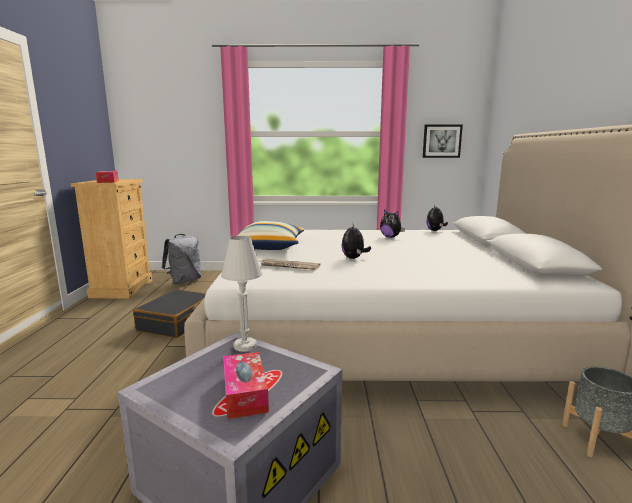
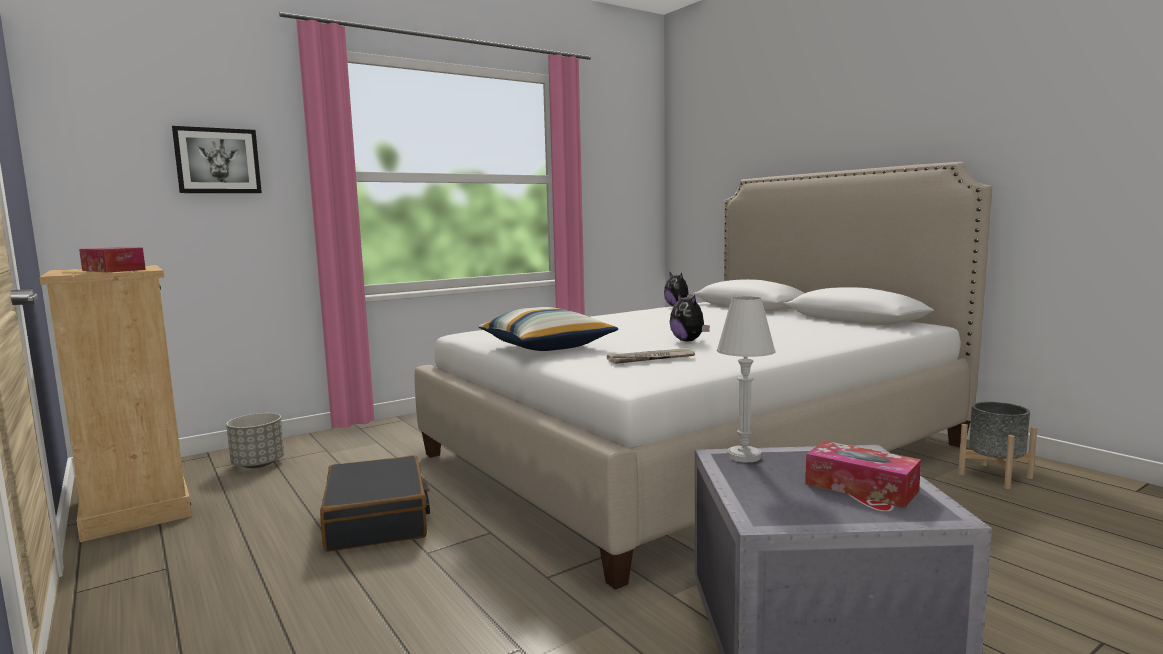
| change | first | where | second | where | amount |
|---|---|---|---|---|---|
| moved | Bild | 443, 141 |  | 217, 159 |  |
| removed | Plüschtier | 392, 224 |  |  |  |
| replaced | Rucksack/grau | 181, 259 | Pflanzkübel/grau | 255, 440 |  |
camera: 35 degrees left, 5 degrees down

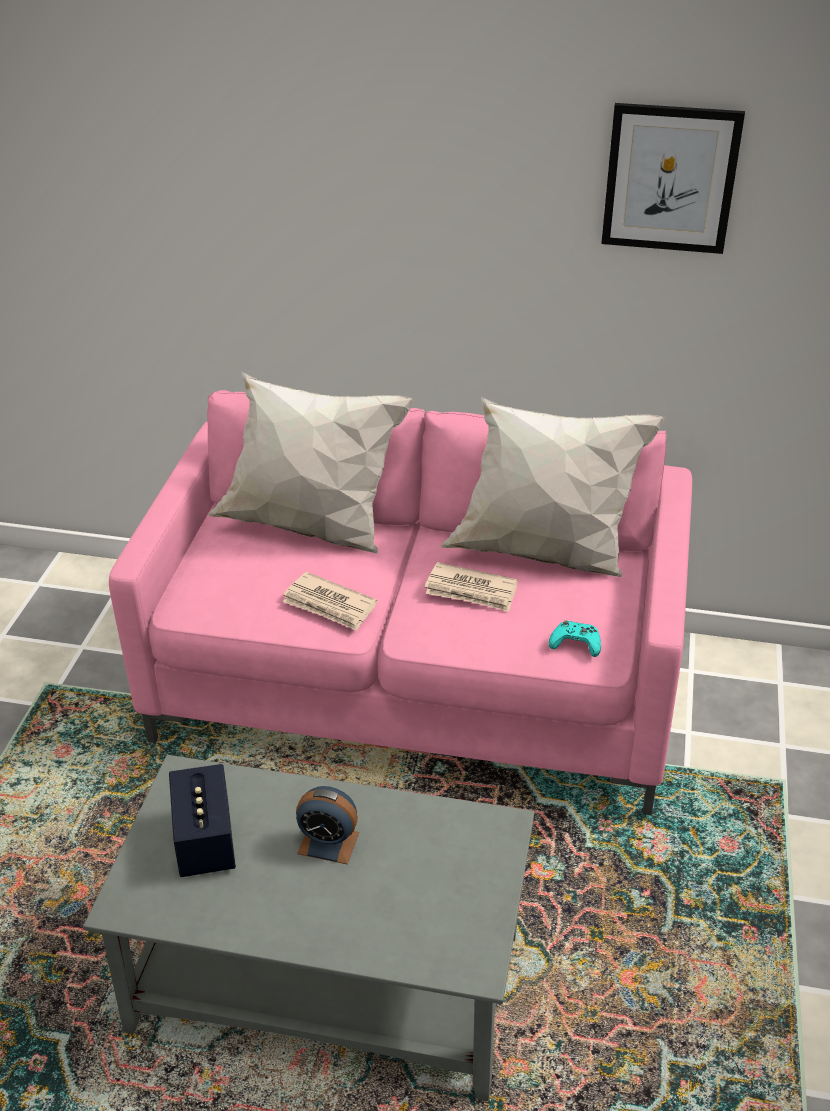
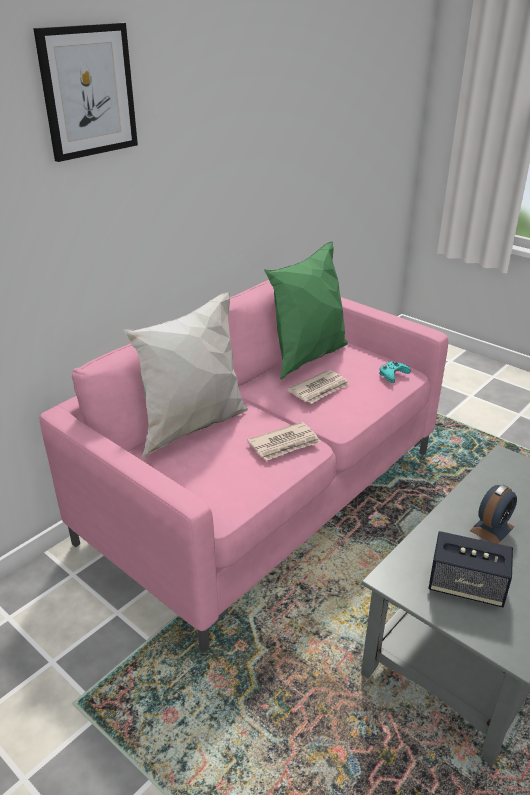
| change | first | where | second | where | amount |
|---|---|---|---|---|---|
| moved | Bild | 673, 178 |  | 85, 92 |  |
| recoloured | Kissen/weiß | 553, 487 | Kissen/grün | 306, 311 |  |
camera: 60 degrees left, 5 degrees down

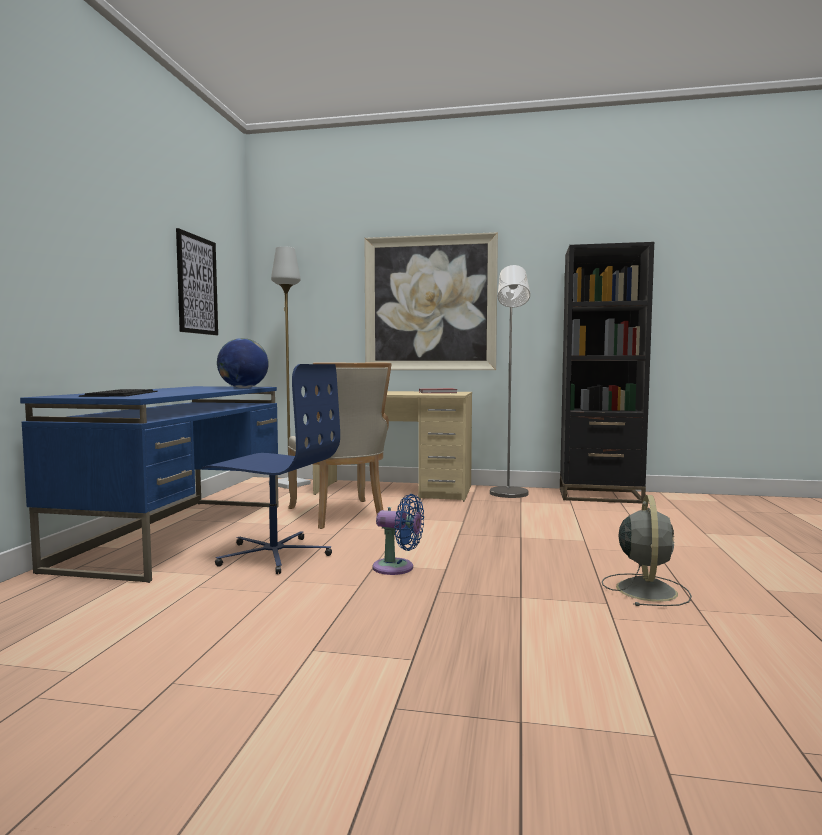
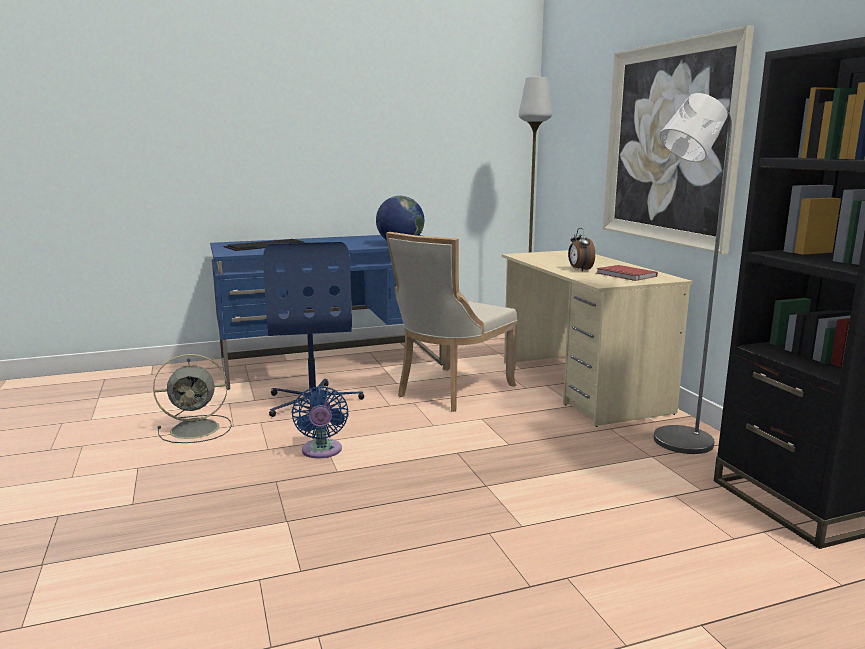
| change | first | where | second | where | amount |
|---|---|---|---|---|---|
| removed | Bild | 197, 281 |  |  |  |
| moved | Ventilator/grau | 647, 550 |  | 192, 398 |  |
| added |  |  | Wecker | 581, 249 |  |
camera: 60 degrees right, 10 degrees up

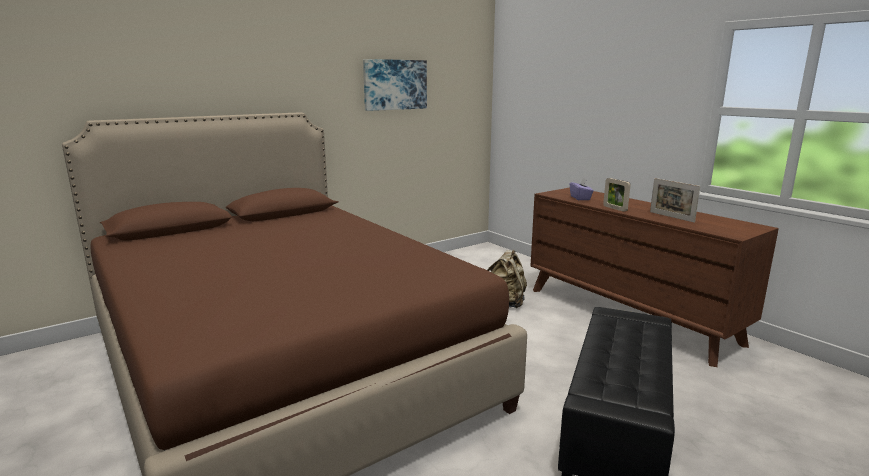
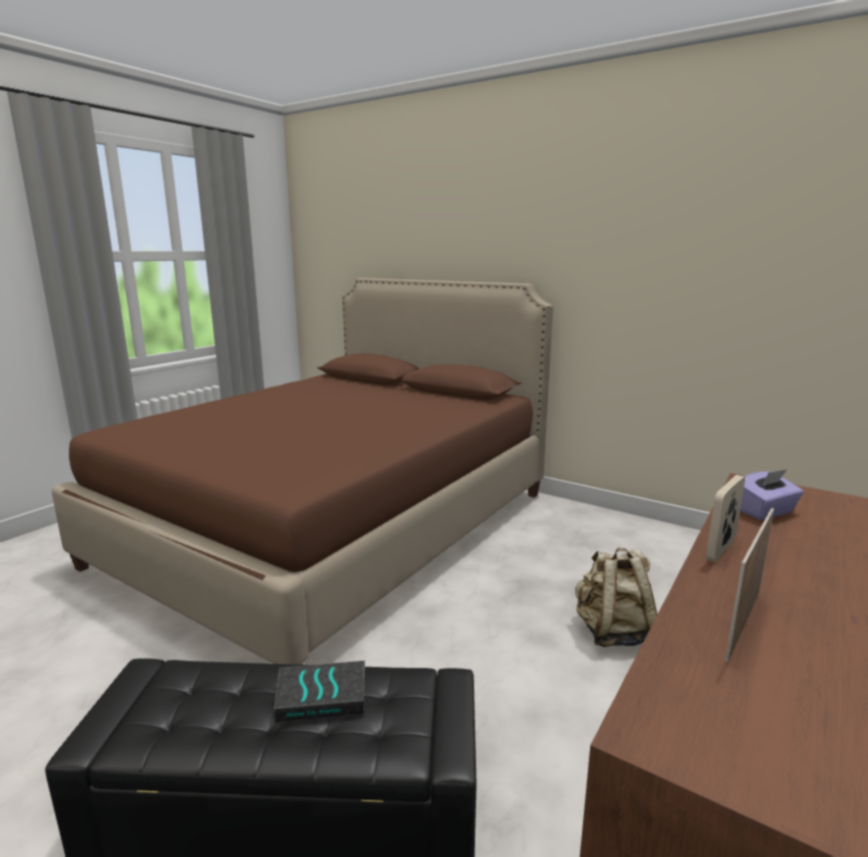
| change | first | where | second | where | amount |
|---|---|---|---|---|---|
| removed | Bild | 395, 85 |  |  |  |
| added |  |  | Buch | 319, 692 |  |
camera: 70 degrees right, 0 degrees up

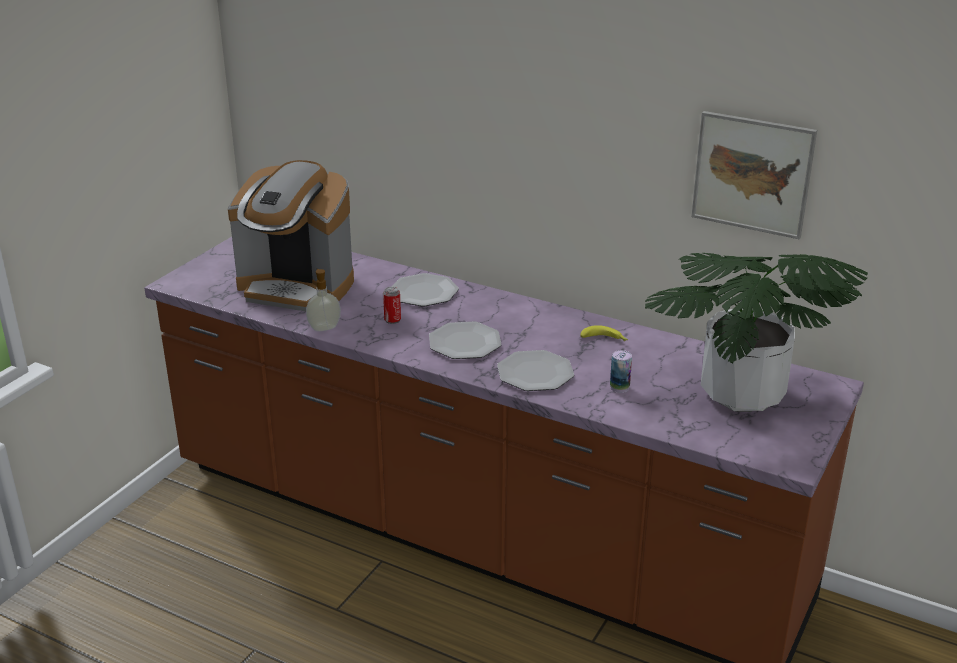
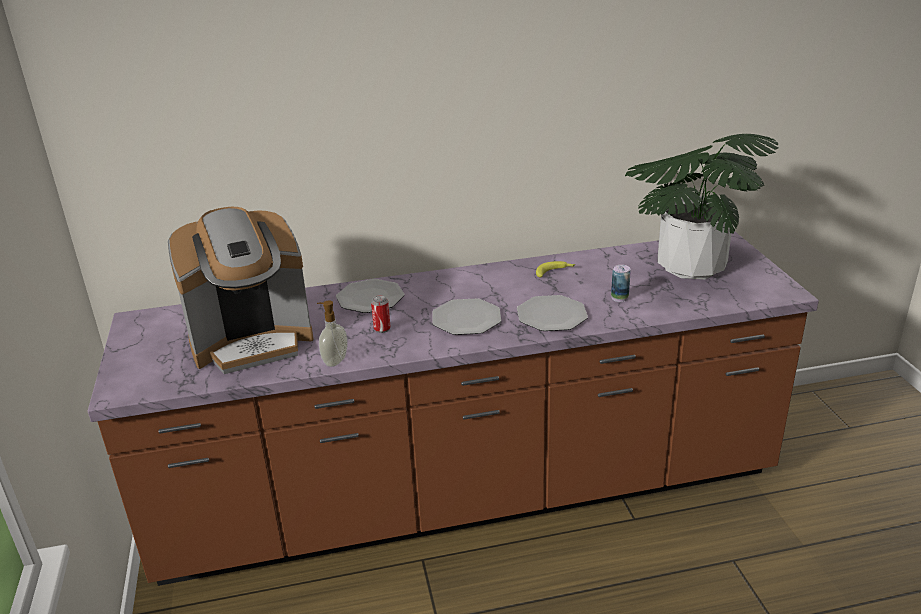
| change | first | where | second | where | amount |
|---|---|---|---|---|---|
| removed | Bild | 754, 175 |  |  |  |
camera: 40 degrees left, 0 degrees up

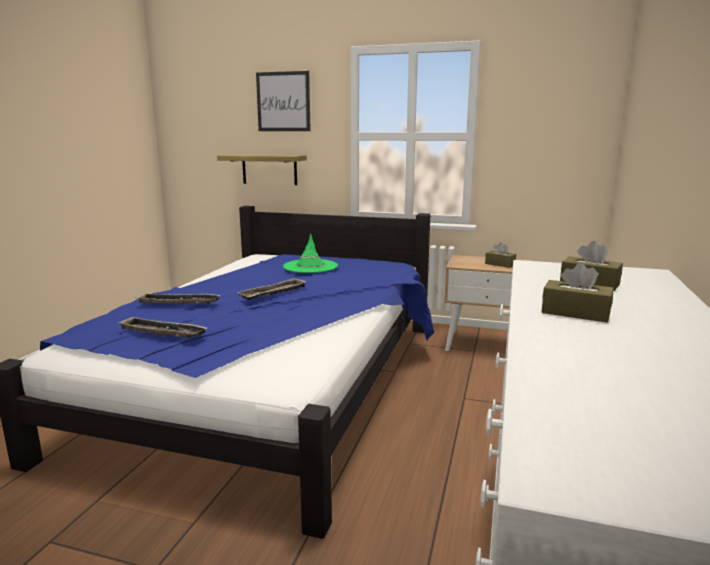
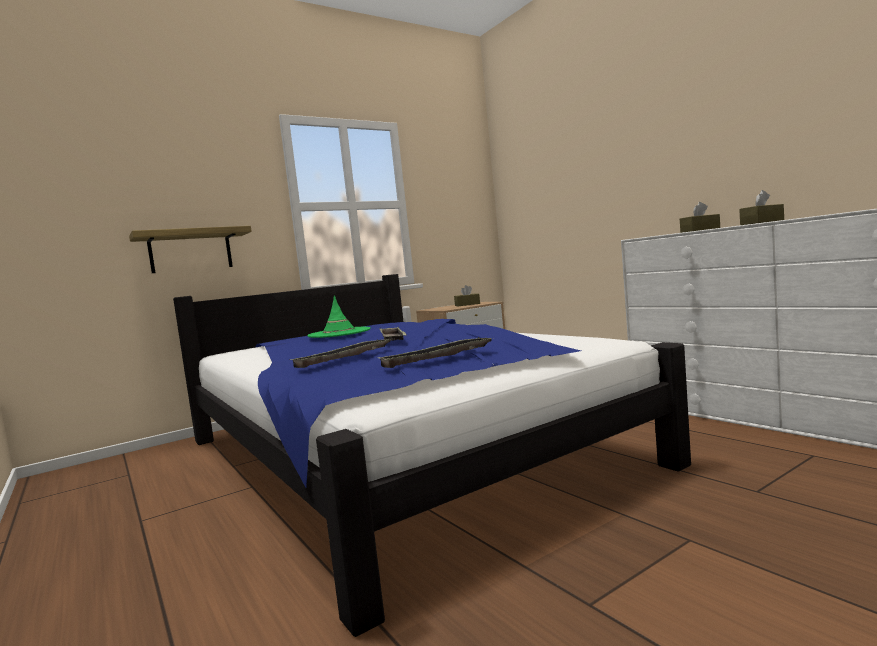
| change | first | where | second | where | amount |
|---|---|---|---|---|---|
| removed | Bild | 283, 101 |  |  |  |
camera: 50 degrees left, 10 degrees down

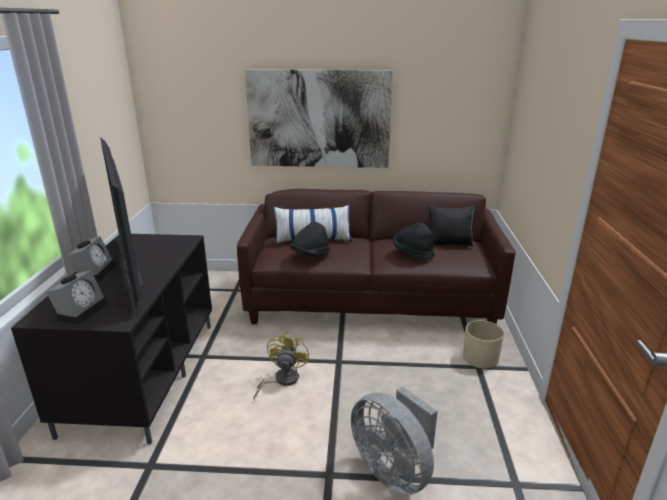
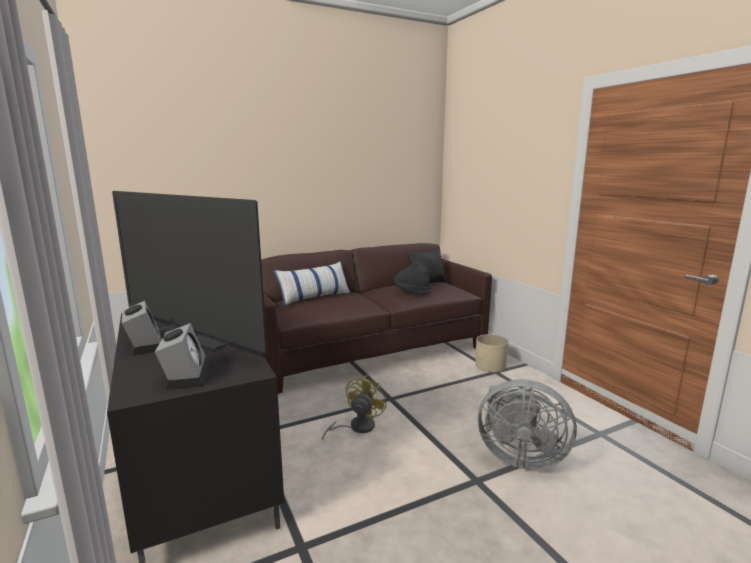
| change | first | where | second | where | amount |
|---|---|---|---|---|---|
| removed | Bild | 319, 118 |  |  |  |
| removed | Hut/schwarz | 310, 239 |  |  |  |
| turned | Ventilator/gelb | 281, 365 |  | 354, 407 | 45 degrees clockwise |
camera: 30 degrees left, 10 degrees down

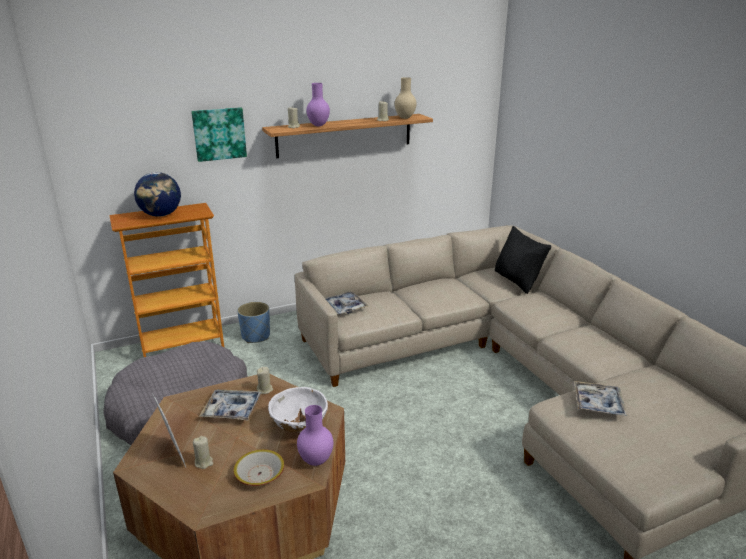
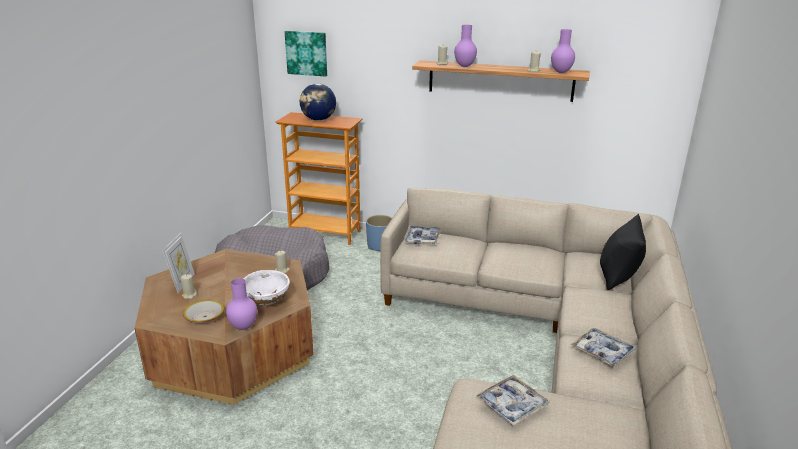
| change | first | where | second | where | amount |
|---|---|---|---|---|---|
| recoloured | Vase/beige | 406, 98 | Vase/lila | 563, 51 |  |
| moved | Bild | 219, 134 |  | 306, 54 |  |
| moved | Tablett | 230, 405 |  | 603, 347 |  |
camera: 40 degrees right, 0 degrees up

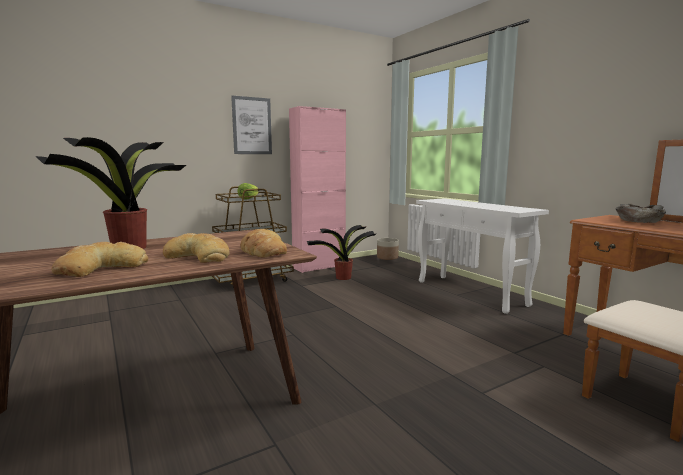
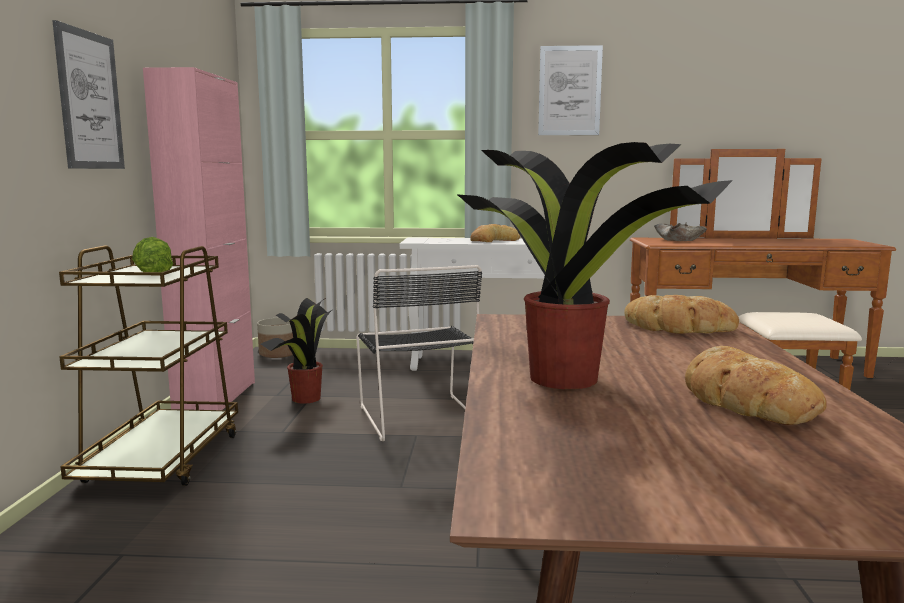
| change | first | where | second | where | amount |
|---|---|---|---|---|---|
| moved | Brot | 196, 248 |  | 495, 233 |  |
| added |  |  | Bild | 570, 90 |  |
| added |  |  | Stuhl/schwarz | 419, 353 |  |
camera: 55 degrees left, 0 degrees up

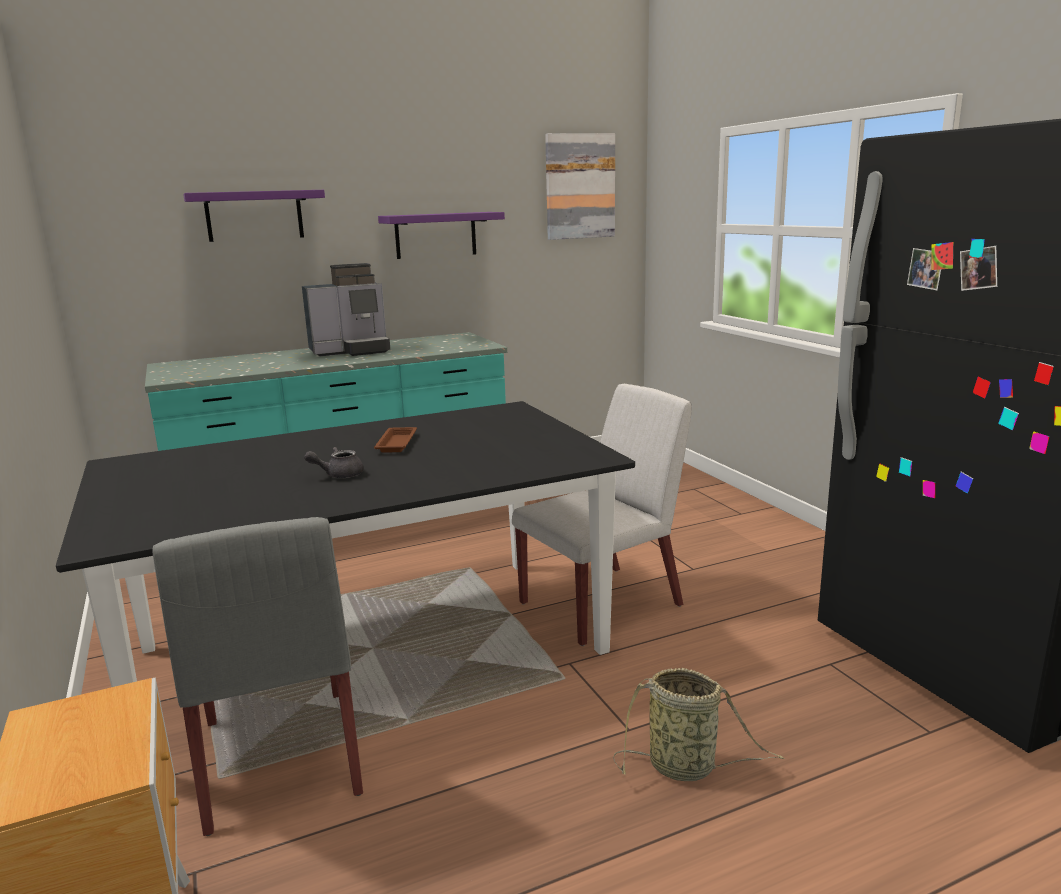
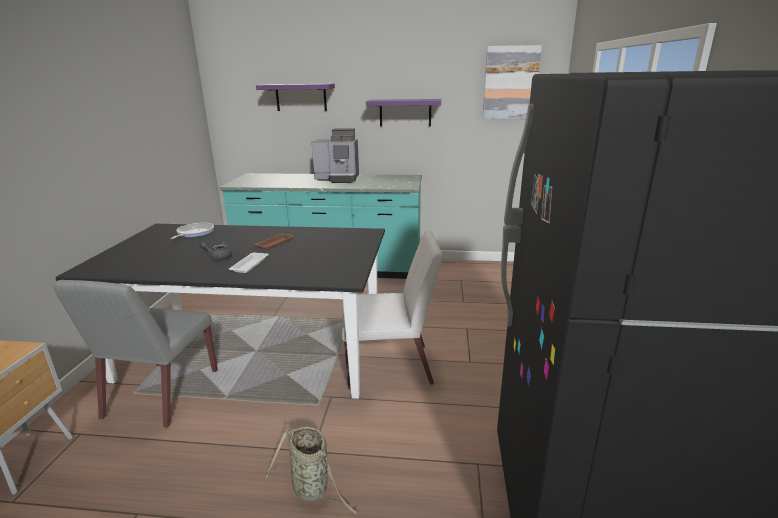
| change | first | where | second | where | amount |
|---|---|---|---|---|---|
| added |  |  | Pfanne | 192, 231 |  |
| added |  |  | Tablett/weiß | 249, 262 |  |
camera: 30 degrees right, 5 degrees up

